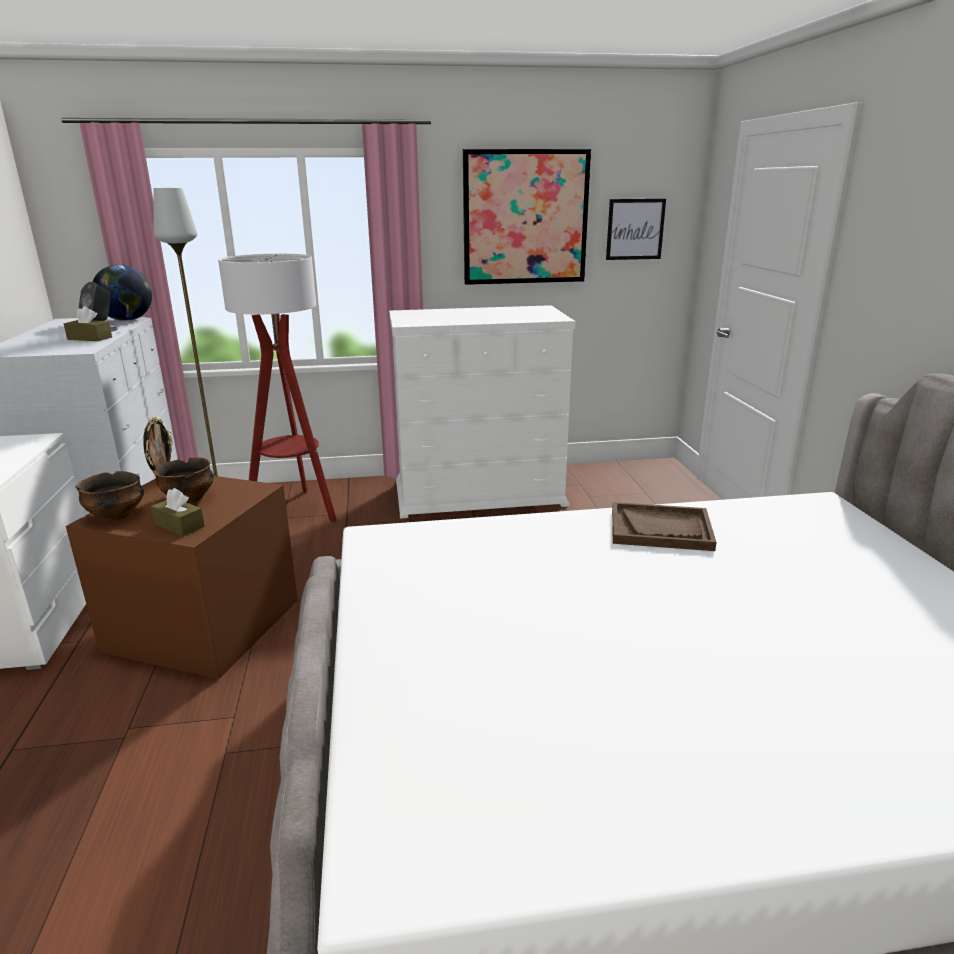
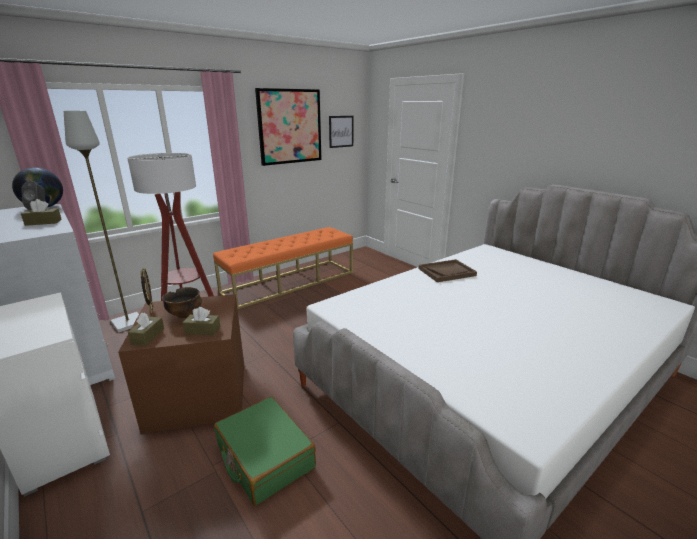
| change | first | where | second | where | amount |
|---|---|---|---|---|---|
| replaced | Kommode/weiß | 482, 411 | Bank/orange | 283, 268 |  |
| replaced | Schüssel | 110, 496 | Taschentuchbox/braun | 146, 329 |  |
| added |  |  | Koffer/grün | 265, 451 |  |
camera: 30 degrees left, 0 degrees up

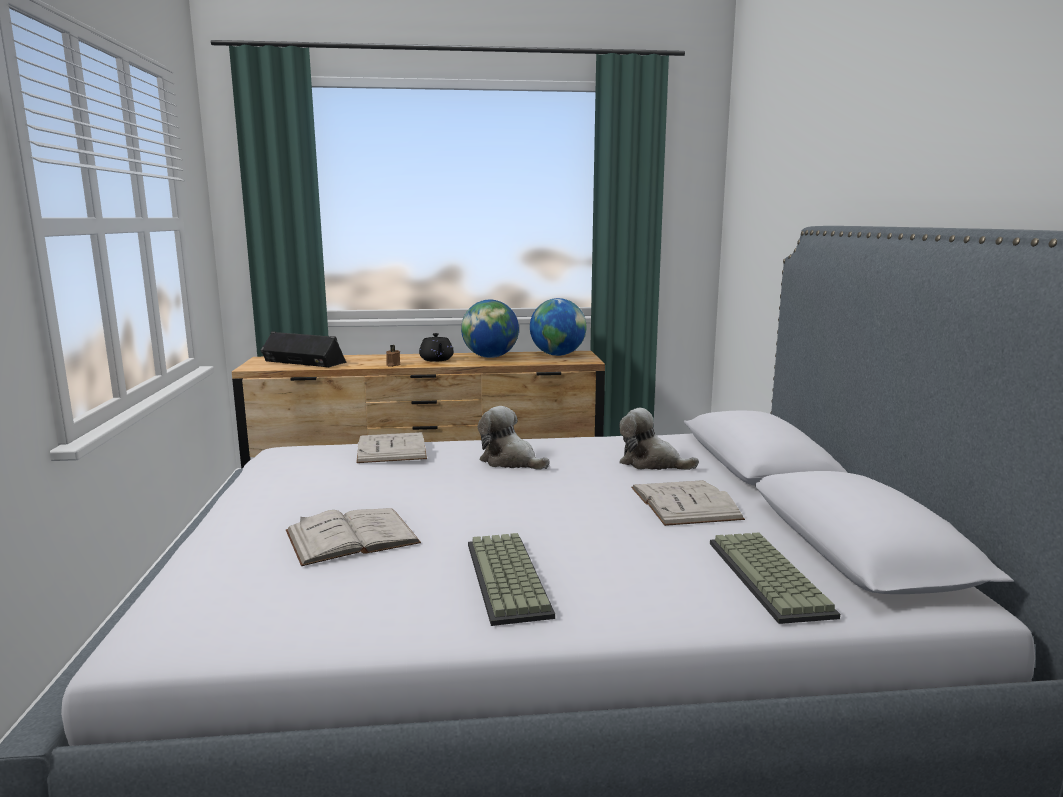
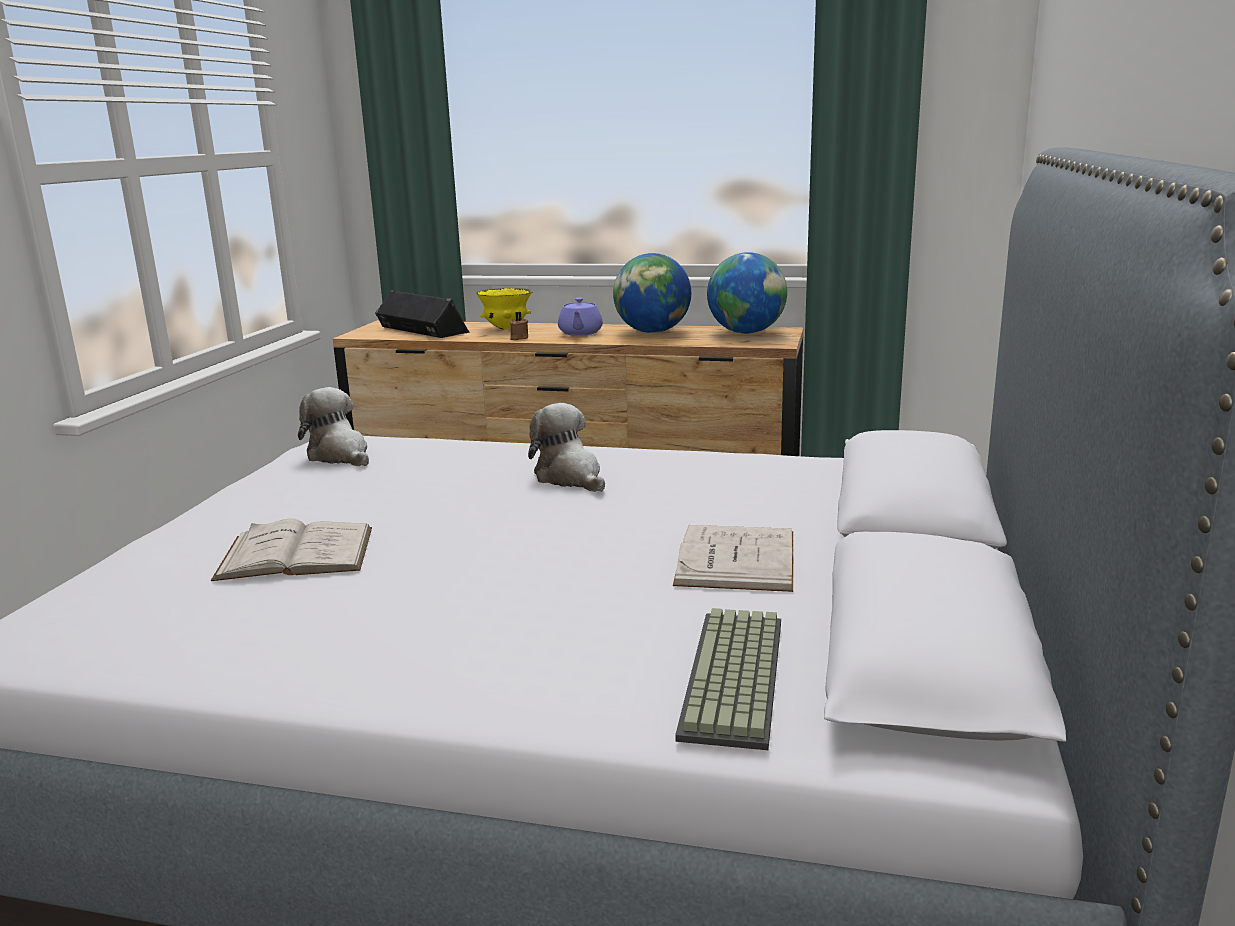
| change | first | where | second | where | amount |
|---|---|---|---|---|---|
| recoloured | Teekanne/schwarz | 436, 347 | Teekanne/lila | 580, 317 |  |
| moved | Plüschtier | 659, 439 |  | 333, 426 |  |
| removed | Buch/weiß | 391, 447 |  |  |  |
| removed | Tastatur | 511, 579 |  |  |  |
| added |  |  | Schüssel/gelb | 504, 308 |  |
camera: 20 degrees right, 5 degrees up

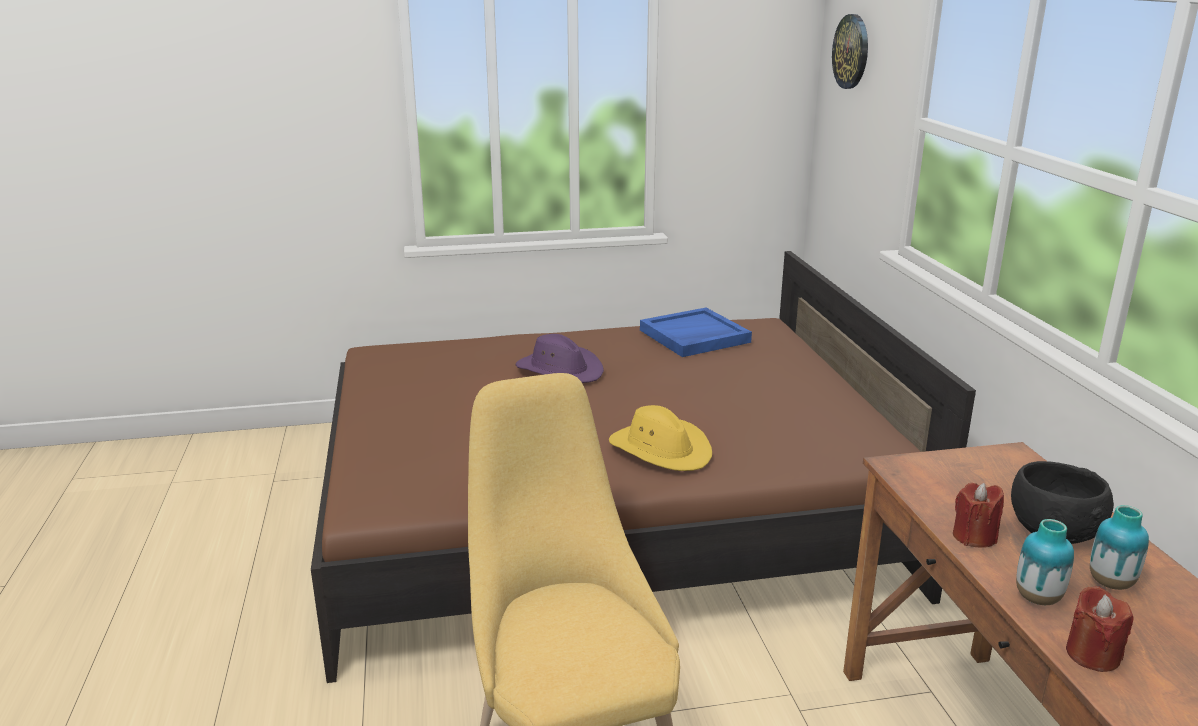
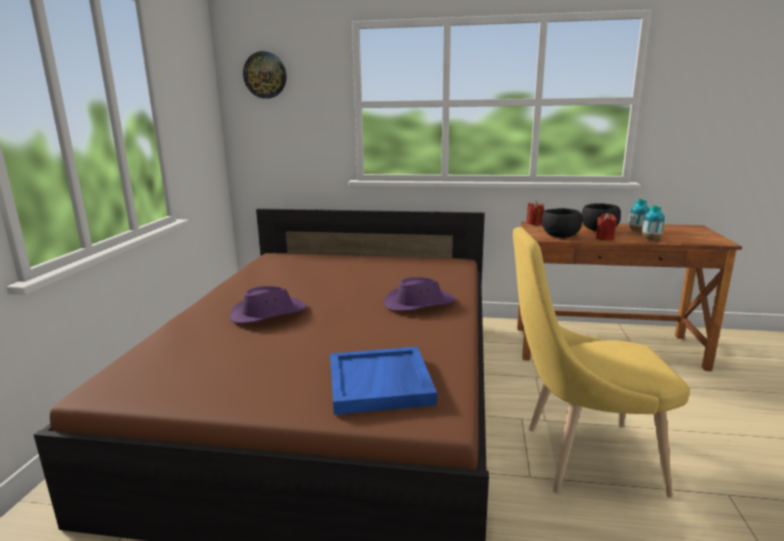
| change | first | where | second | where | amount |
|---|---|---|---|---|---|
| moved | Tablett/blau | 696, 332 |  | 383, 381 |  |
| recoloured | Hut/gelb | 660, 438 | Hut/lila | 419, 294 |  |
| moved | Kerze/rot | 1099, 629 |  | 535, 213 |  |
| added |  |  | Schüssel/schwarz | 562, 223 |  |
camera: 70 degrees left, 5 degrees down

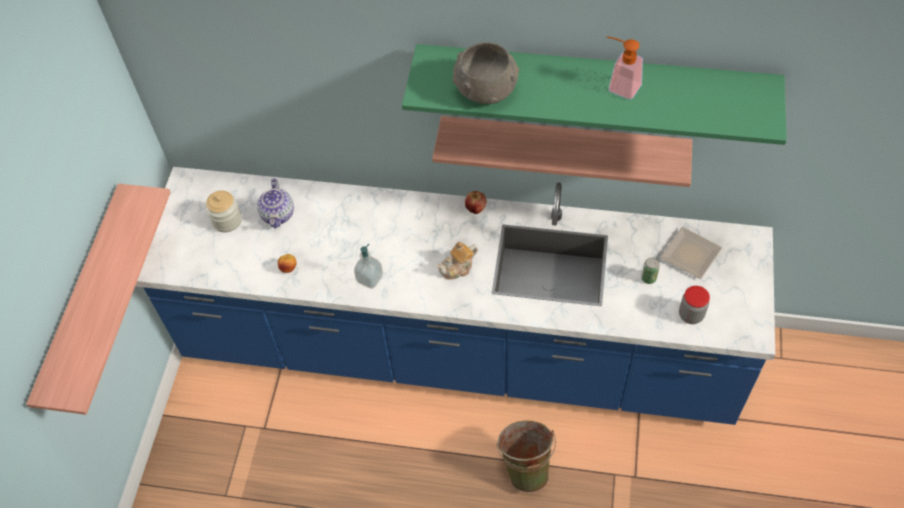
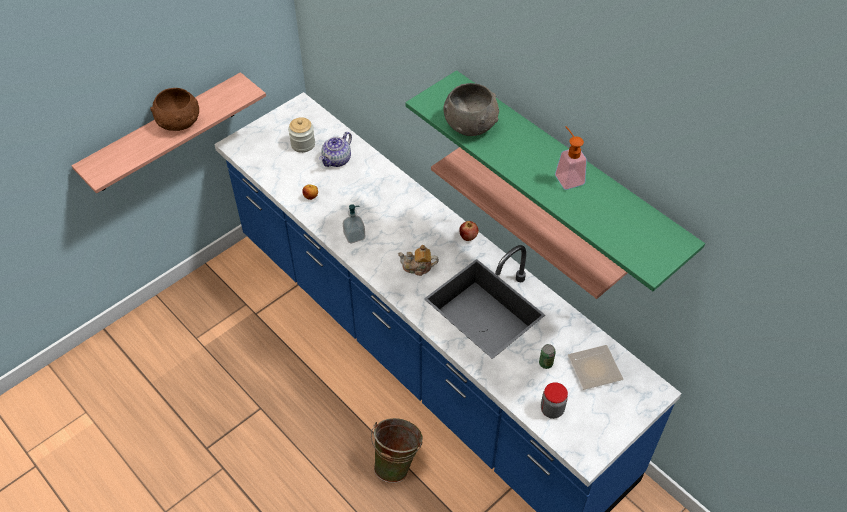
| change | first | where | second | where | amount |
|---|---|---|---|---|---|
| added |  |  | Schüssel/braun | 174, 109 |  |
camera: 35 degrees right, 5 degrees down

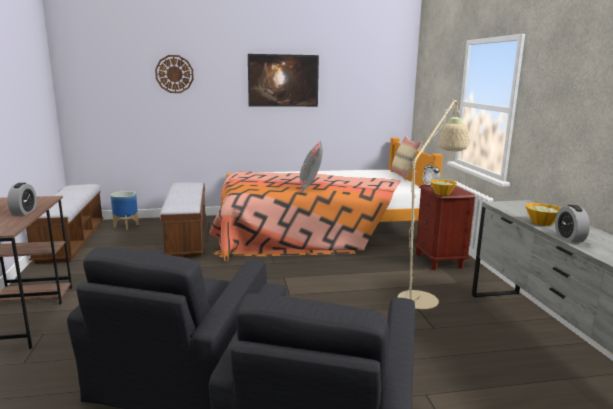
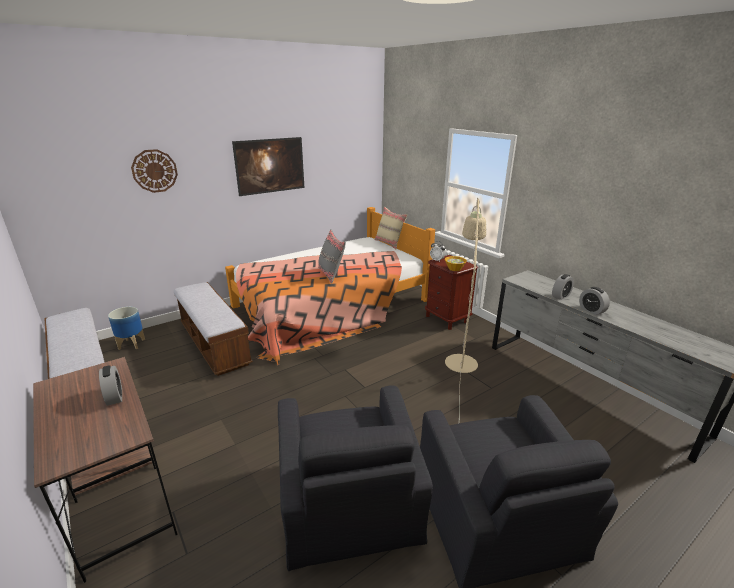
| change | first | where | second | where | amount |
|---|---|---|---|---|---|
| replaced | Schüssel | 543, 214 | Wecker | 563, 287 |  |
camera: 25 degrees left, 10 degrees up

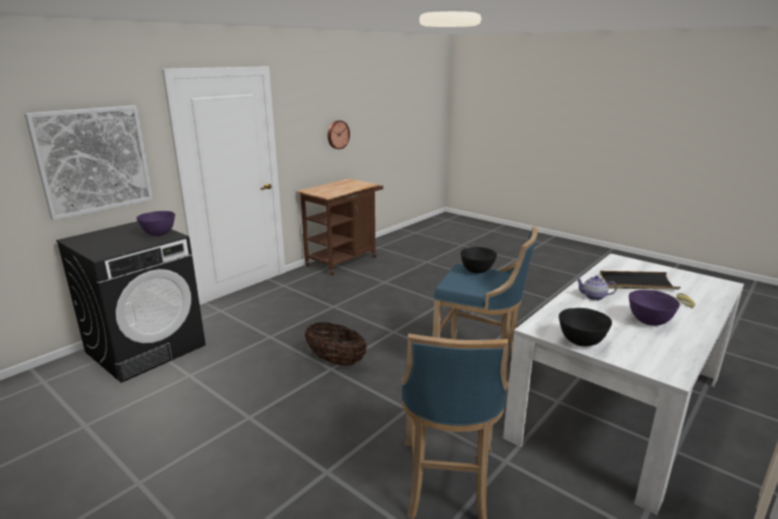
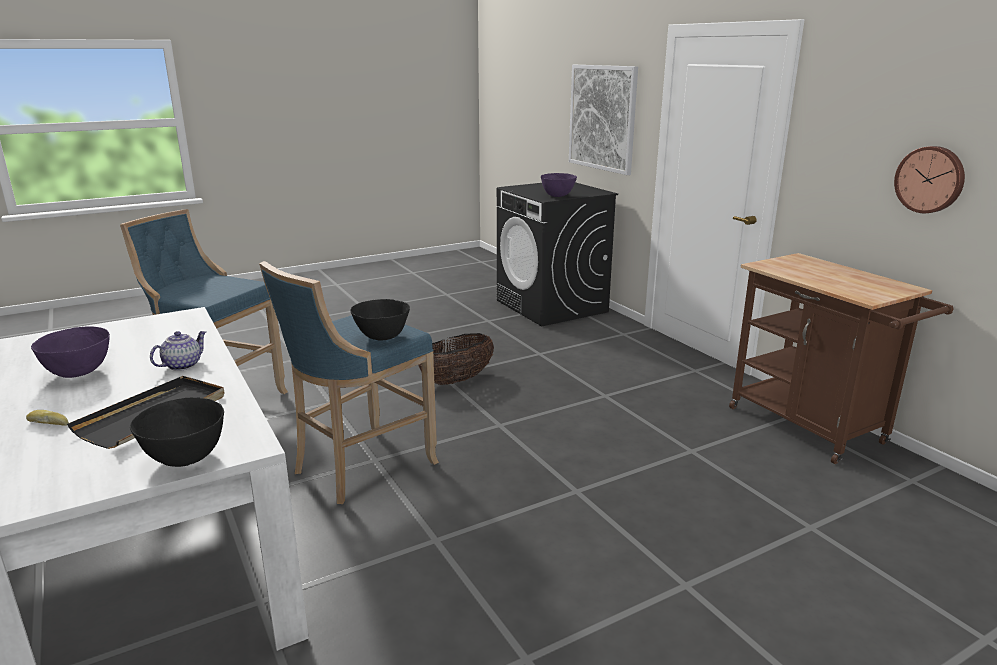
| change | first | where | second | where | amount |
|---|---|---|---|---|---|
| moved | Schüssel/schwarz | 585, 327 |  | 177, 432 |  |
camera: 110 degrees right, 0 degrees up

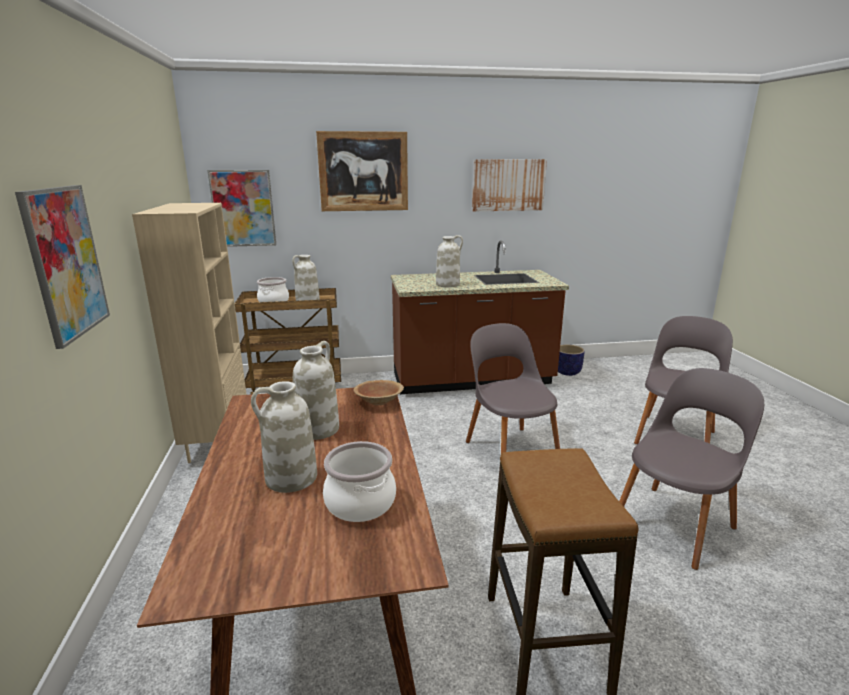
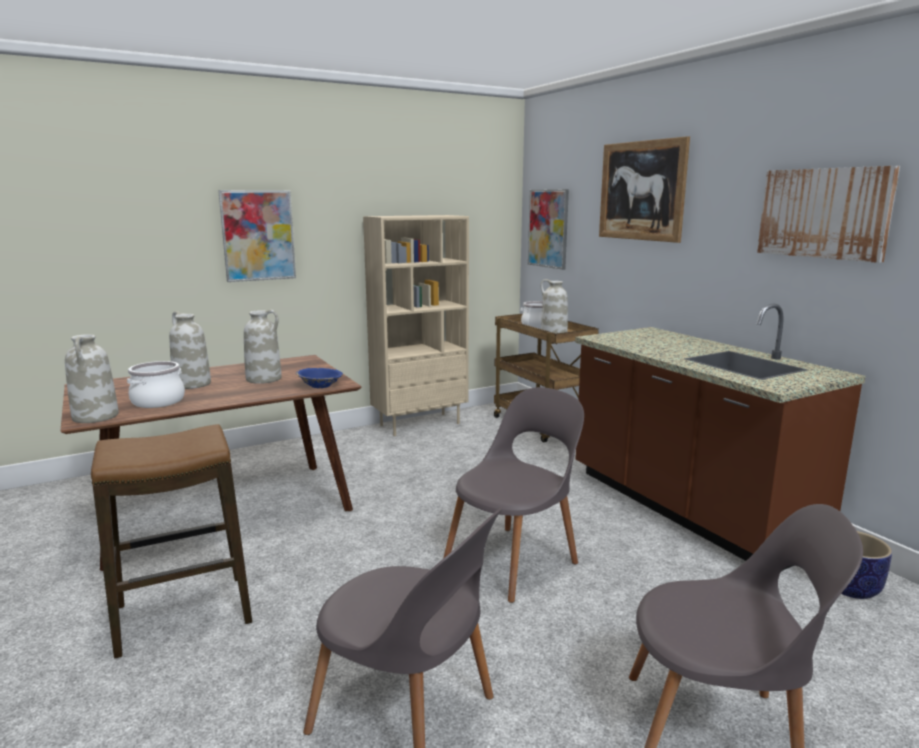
| change | first | where | second | where | amount |
|---|---|---|---|---|---|
| moved | Vase/weiß | 449, 261 |  | 92, 378 |  |
| recoloured | Schüssel/braun | 378, 392 | Schüssel/blau | 319, 378 |  |
camera: 70 degrees right, 5 degrees down

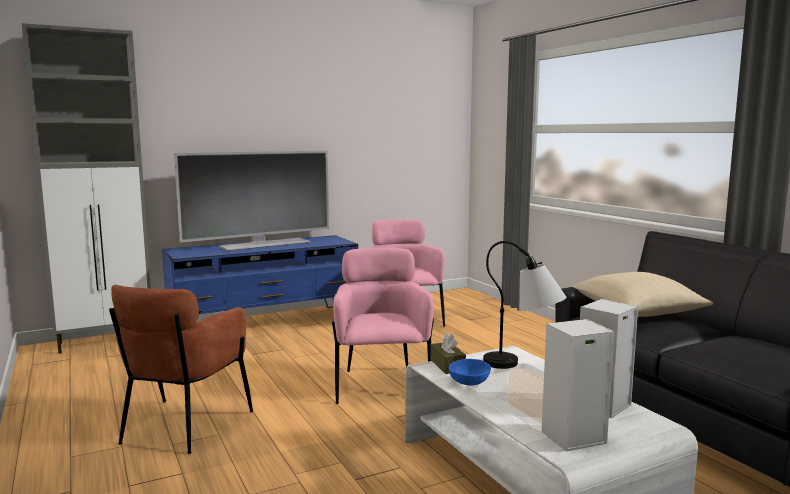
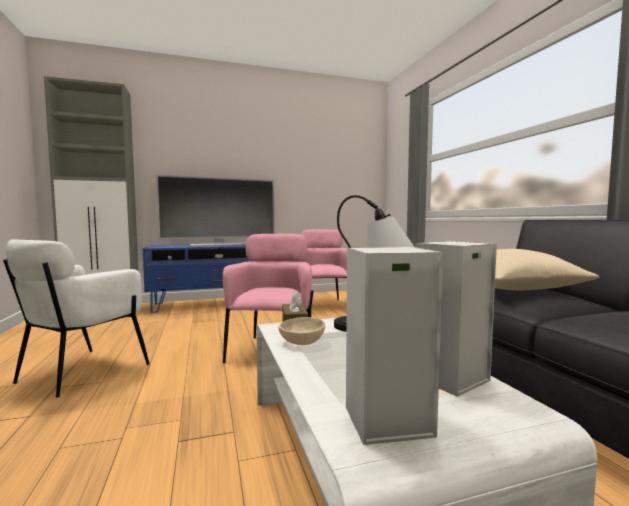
| change | first | where | second | where | amount |
|---|---|---|---|---|---|
| recoloured | Sessel/braun | 181, 369 | Sessel/weiß | 76, 318 |  |
| recoloured | Schüssel/blau | 470, 372 | Schüssel/beige | 302, 331 |  |
camera: 10 degrees right, 5 degrees down

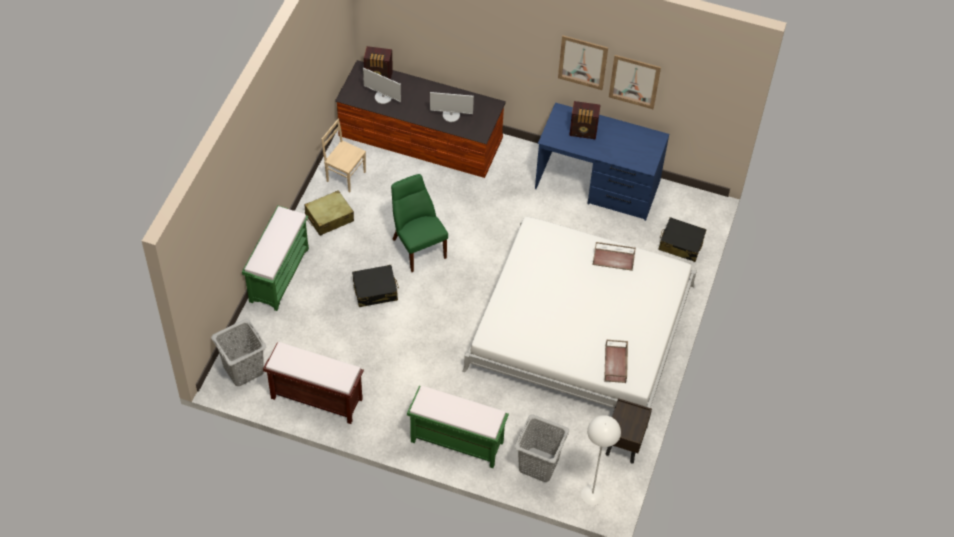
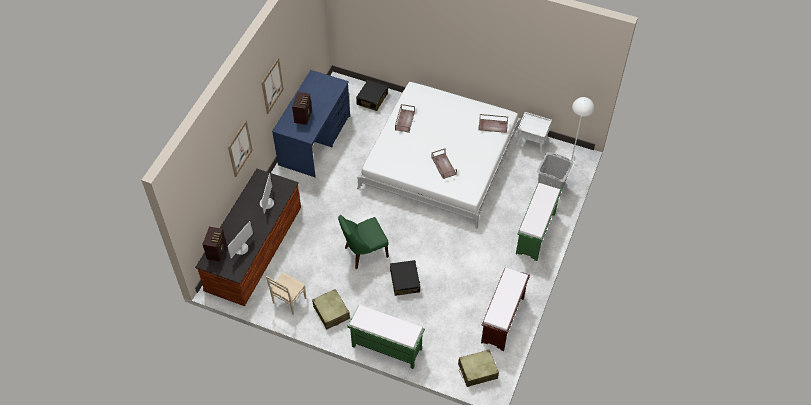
| change | first | where | second | where | amount |
|---|---|---|---|---|---|
| moved | Bild | 635, 82 |  | 240, 148 |  |
| replaced | Wäschekorb/grau | 238, 352 | Koffer/beige | 478, 368 |  |
| recoloured | Nachttisch/braun | 629, 431 | Nachttisch/weiß | 534, 132 |  |
| added |  |  | Tablett/braun | 444, 163 |  |
camera: 85 degrees left, 0 degrees up

